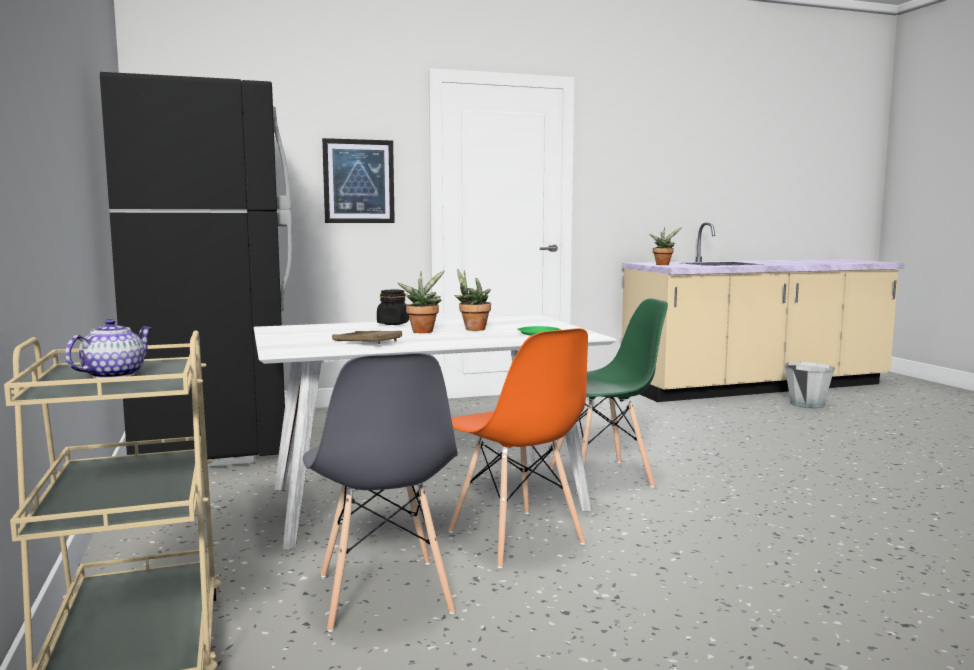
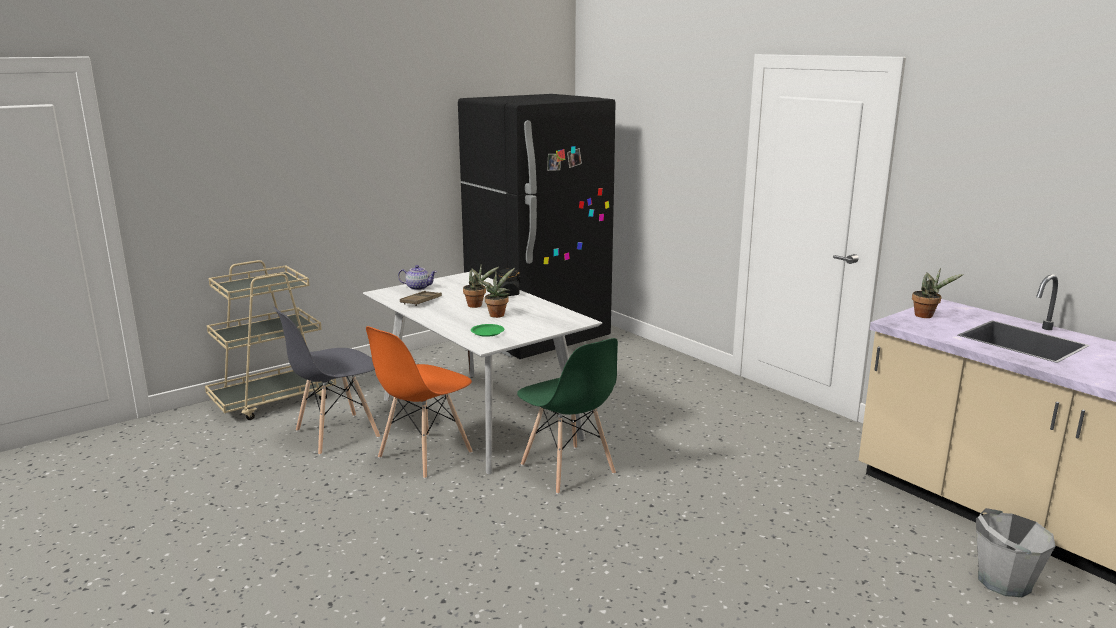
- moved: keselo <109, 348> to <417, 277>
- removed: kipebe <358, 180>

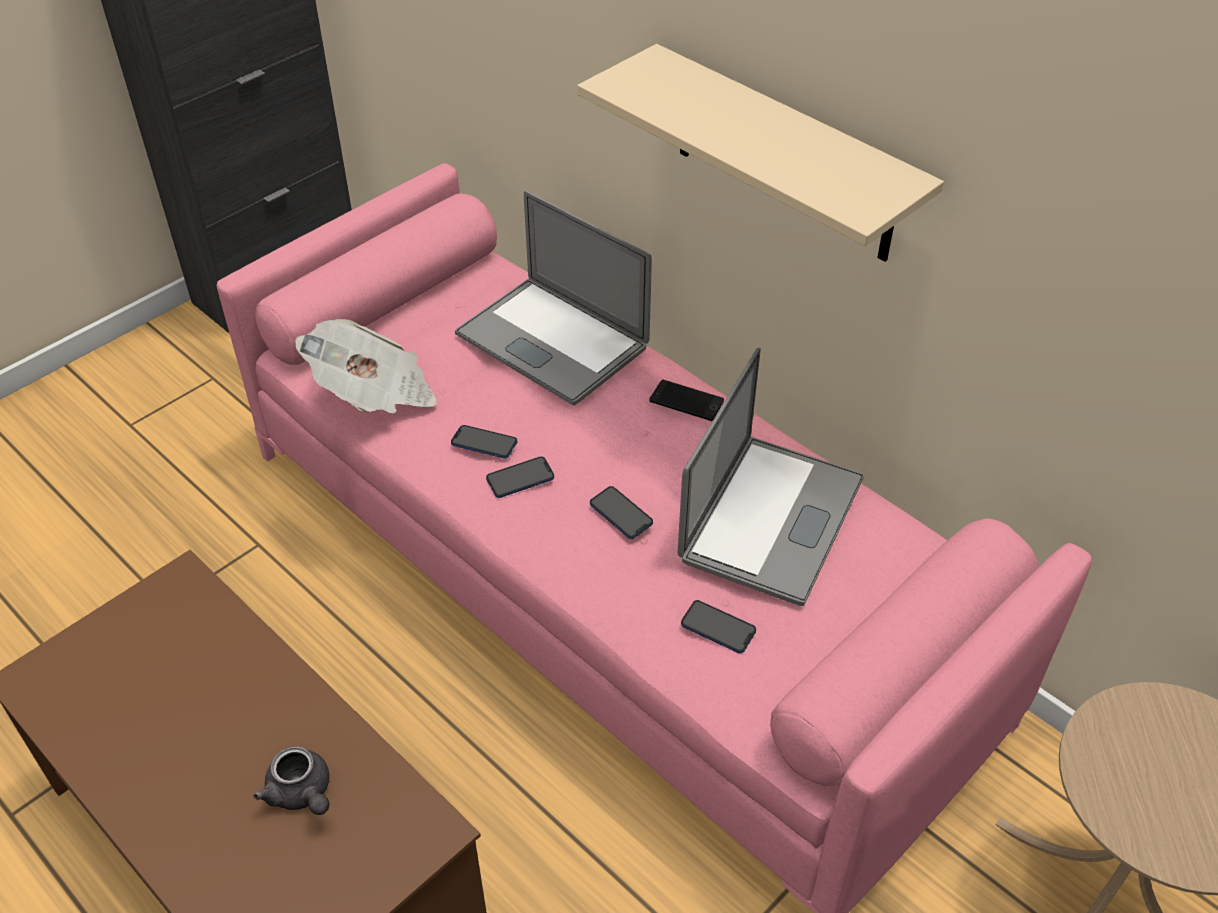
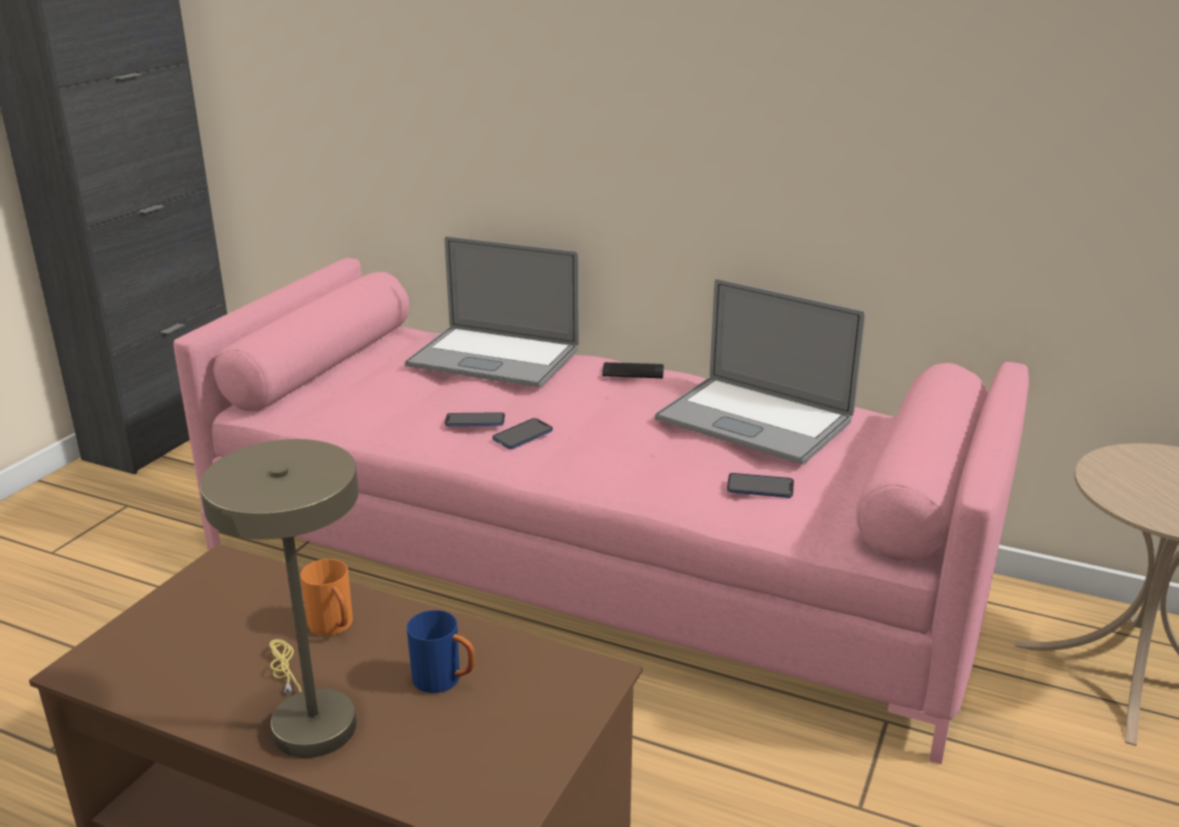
- replaced: keselo (grey) <292, 780> to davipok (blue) <441, 651>
- removed: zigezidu <366, 366>
- removed: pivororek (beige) <760, 153>
- removed: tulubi <621, 512>
- turned: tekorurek <771, 476> = <760, 371> 120 degrees clockwise
- added: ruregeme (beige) <279, 598>
- added: davipok (orange) <327, 597>

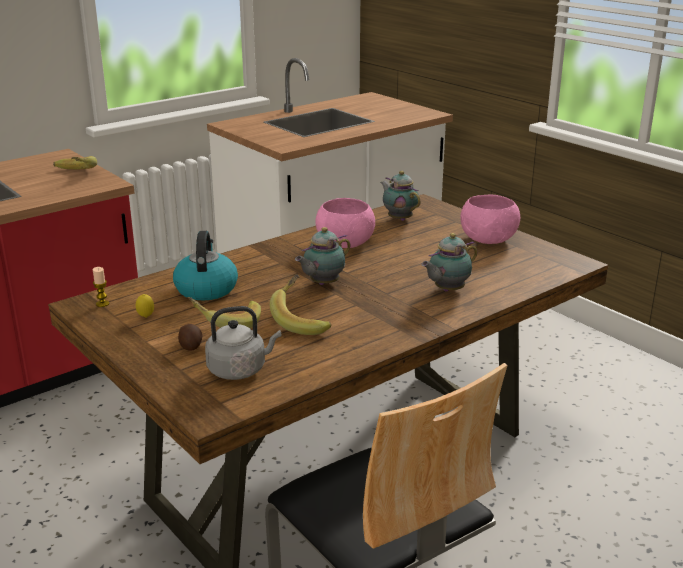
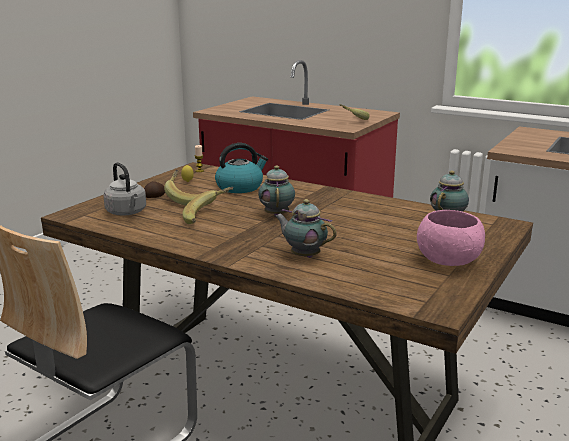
- turned: keselo <322, 256> = <276, 190> 60 degrees clockwise
- removed: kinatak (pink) <345, 223>

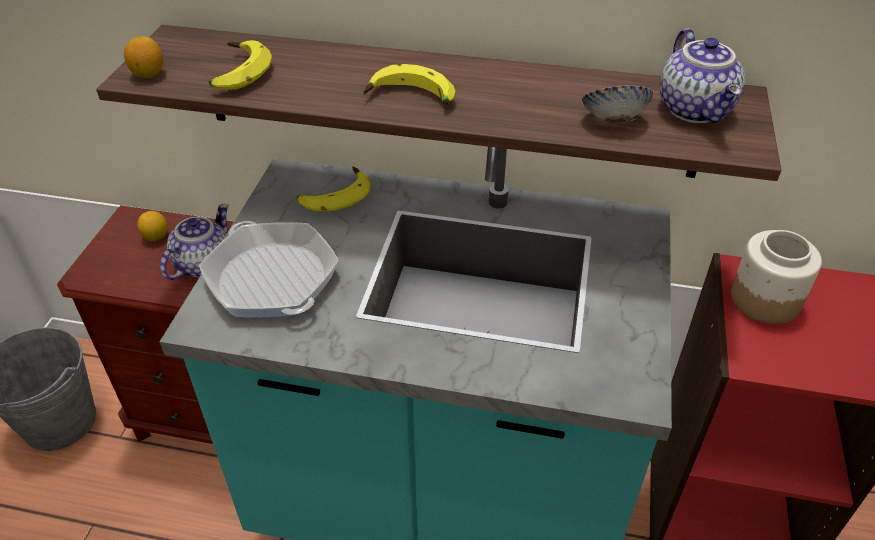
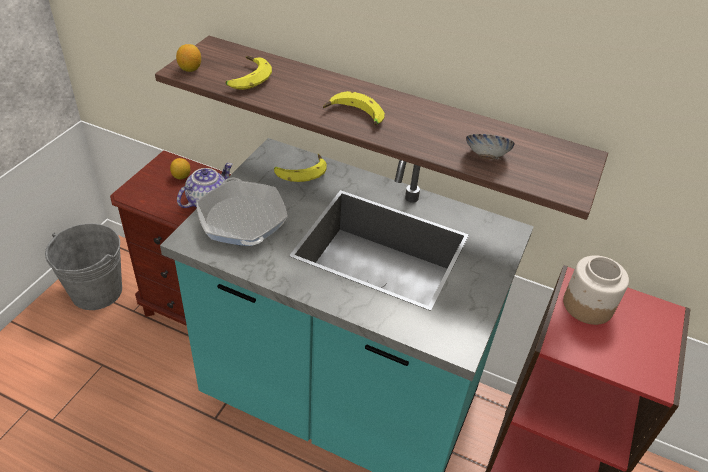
- removed: keselo <702, 75>

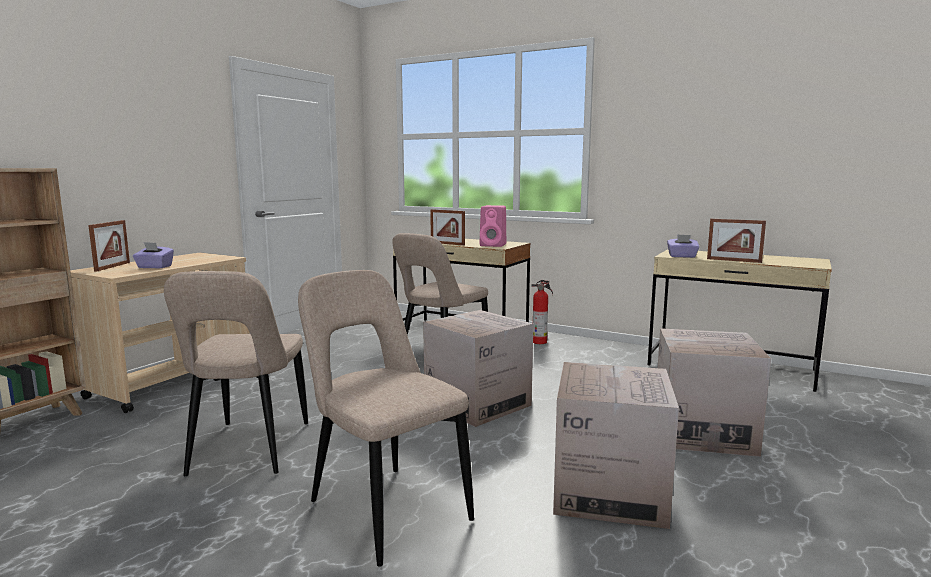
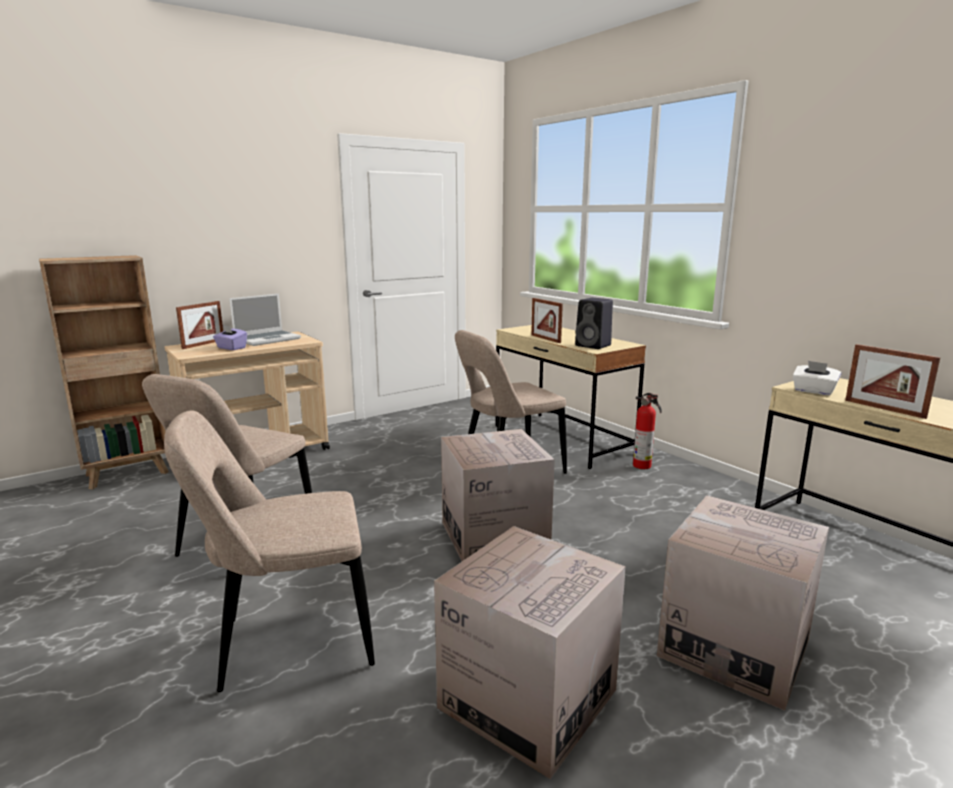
- turned: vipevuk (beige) <386, 418> = <269, 551> 90 degrees counterclockwise
- recoloured: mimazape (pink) <493, 226> to mimazape (black) <594, 323>
- recoloured: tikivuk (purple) <683, 246> to tikivuk (white) <817, 378>
- added: tekorurek <265, 320>

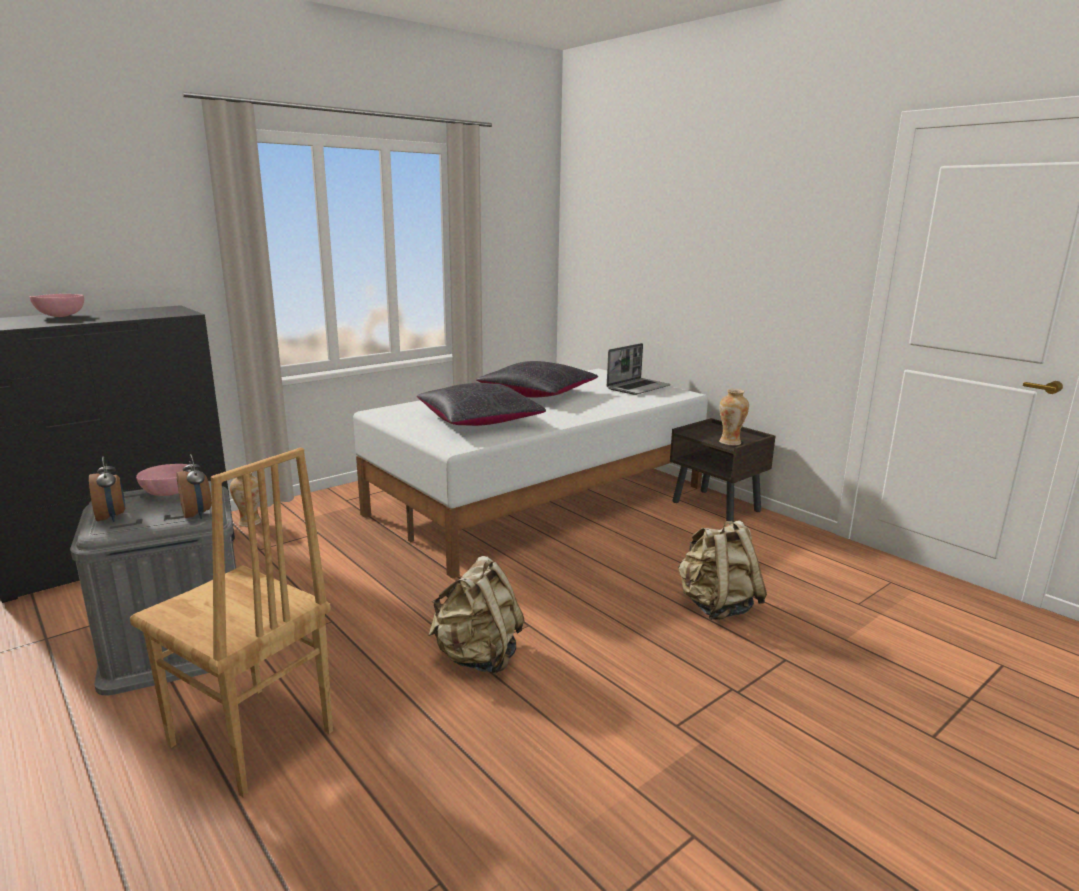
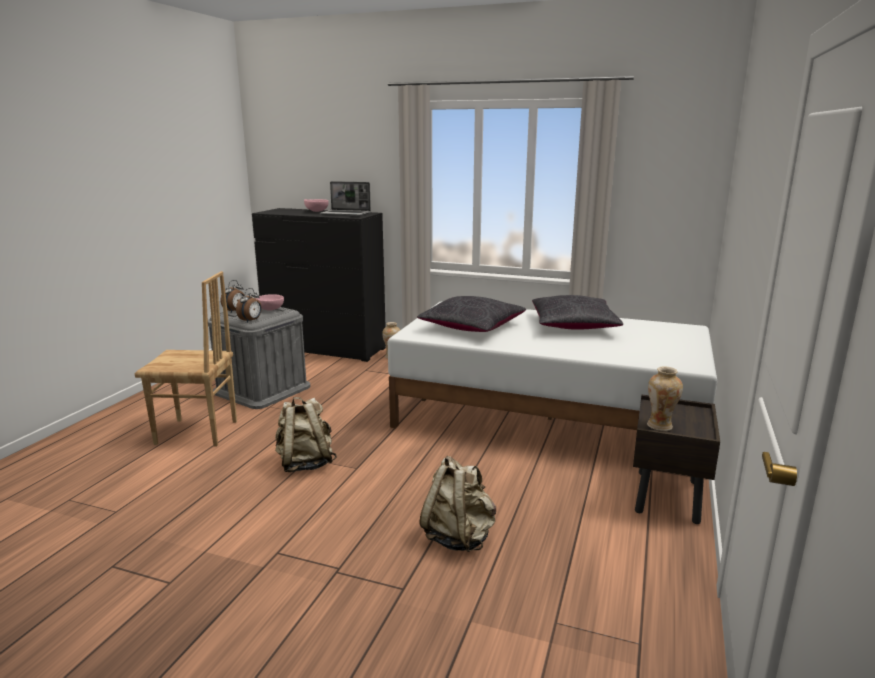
- turned: vipevuk (brown) <231, 623> = <186, 358> 90 degrees counterclockwise
- moved: tekorurek <638, 369> to <345, 198>

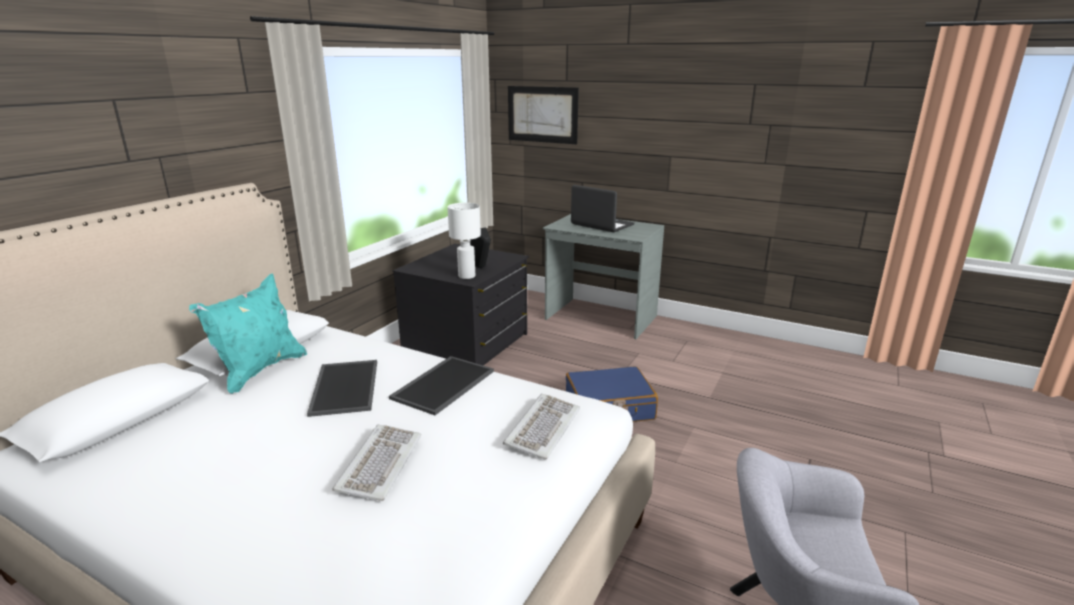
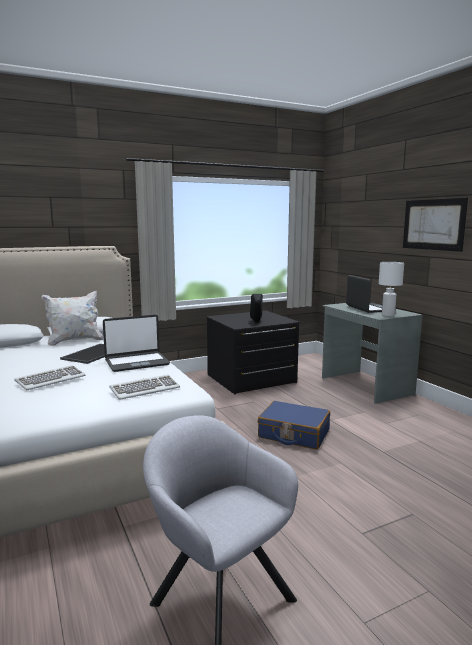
- recoloured: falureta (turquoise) <248, 334> to falureta (white) <72, 318>
- replaced: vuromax <441, 385> to tekorurek <136, 343>
- moved: ruregeme (white) <464, 241> to <391, 289>
- moved: kipebe <543, 115> to <435, 225>

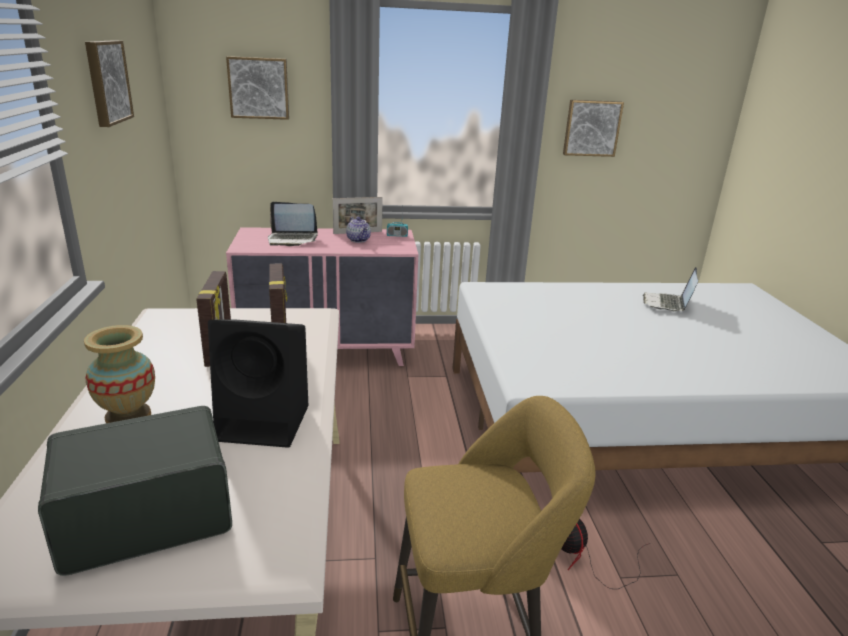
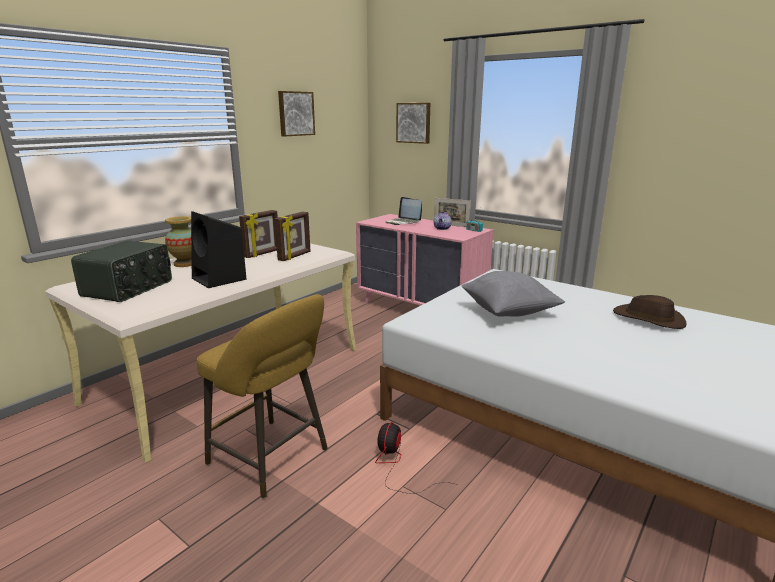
- turned: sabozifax <135, 491> = <121, 271> 90 degrees clockwise
- removed: kipebe <593, 128>
- replaced: tekorurek <670, 289> to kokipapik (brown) <649, 312>
- added: falureta (grey) <513, 294>

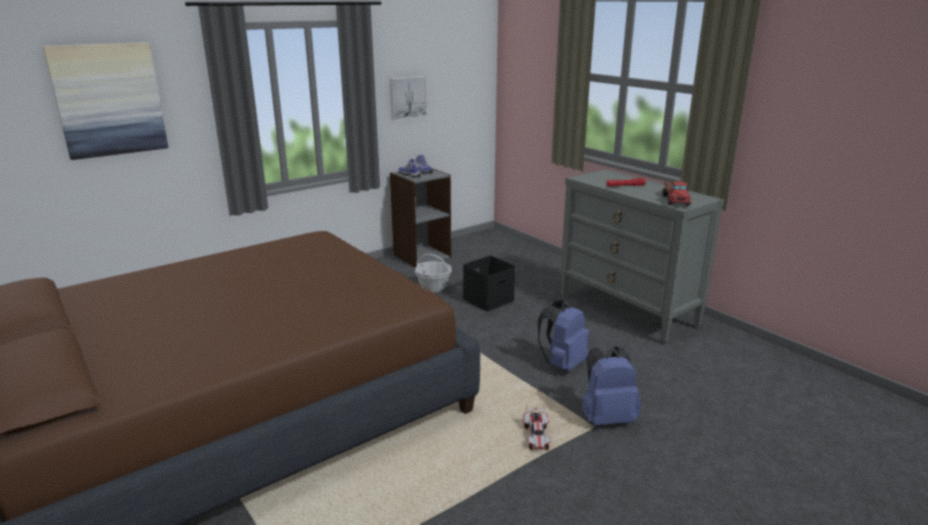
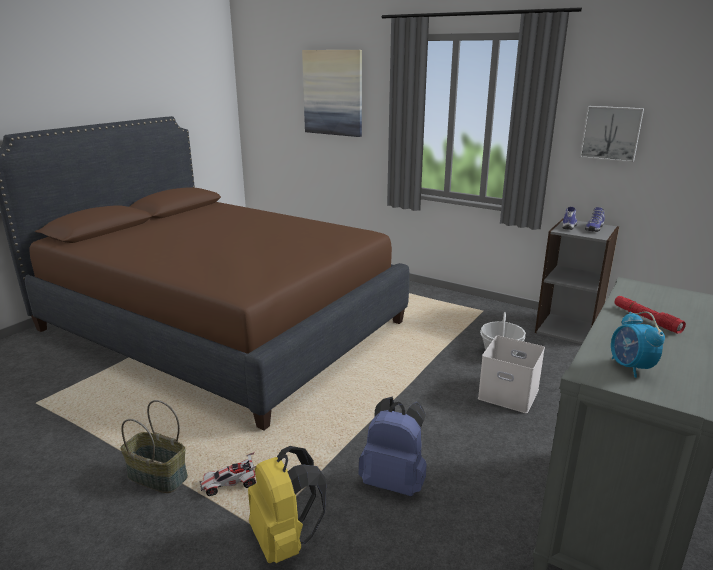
- recoloured: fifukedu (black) <489, 284> to fifukedu (white) <511, 374>
- recoloured: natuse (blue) <611, 386> to natuse (yellow) <287, 504>
- replaced: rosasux <676, 193> to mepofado <638, 344>
- added: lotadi <154, 446>

